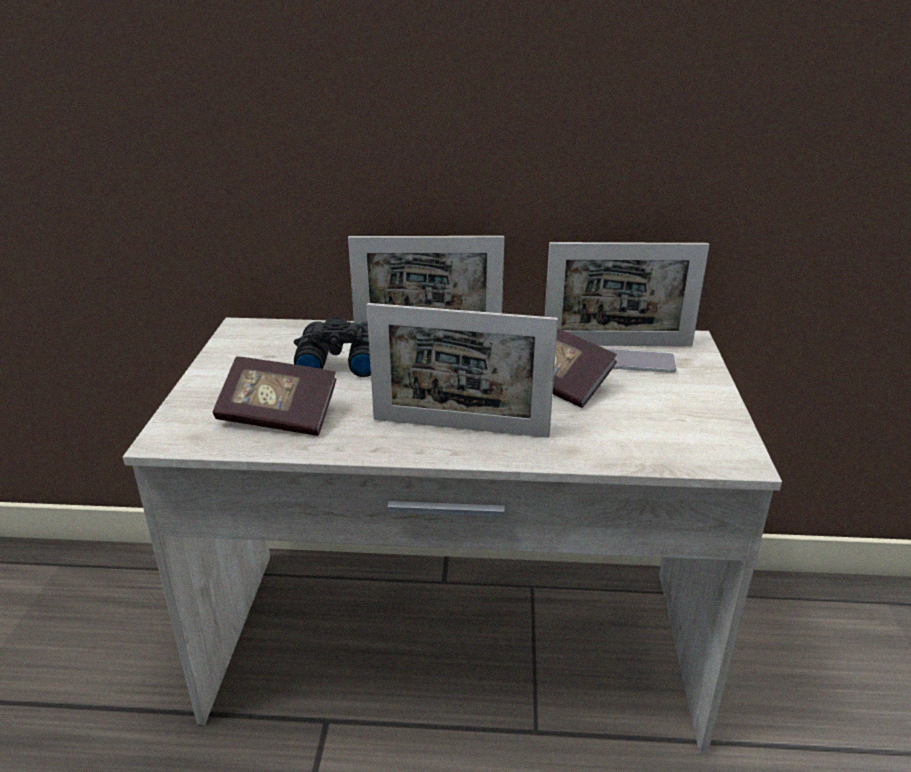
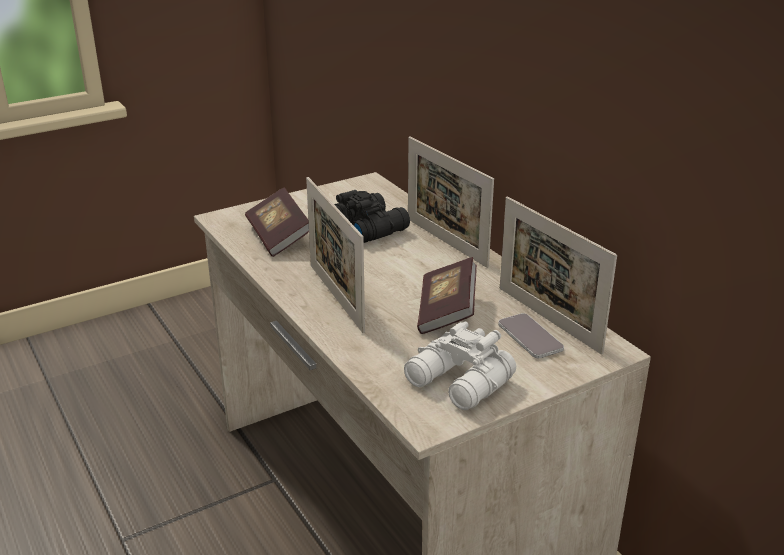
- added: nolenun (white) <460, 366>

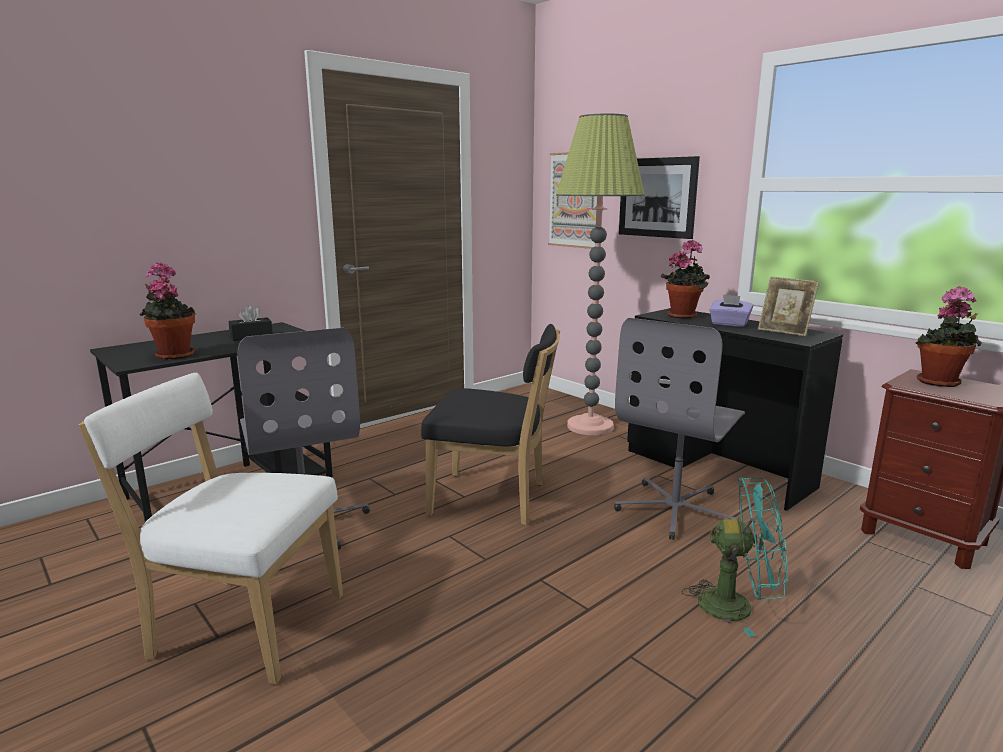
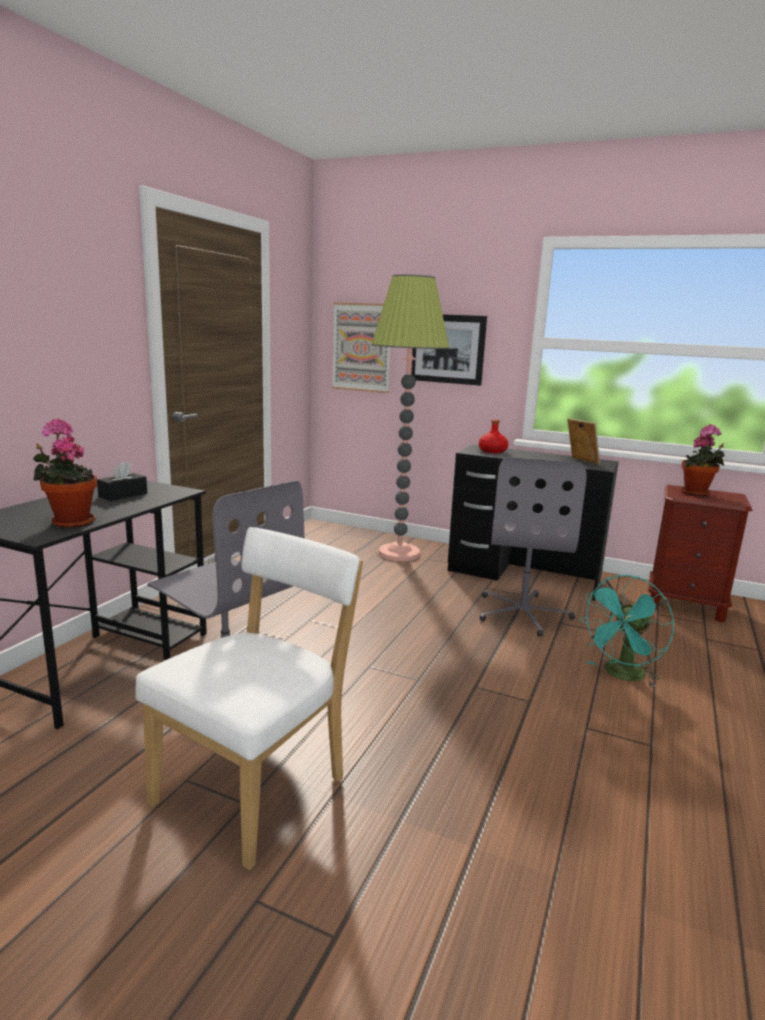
- turned: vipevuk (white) <211, 528> = <249, 698> 135 degrees clockwise
- removed: vipevuk (black) <490, 424>
- replaced: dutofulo <685, 279> to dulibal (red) <493, 436>
- turned: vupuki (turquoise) <735, 557> = <626, 631> 150 degrees clockwise
- removed: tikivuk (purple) <731, 310>
- turned: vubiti <788, 306> = <583, 441> 135 degrees counterclockwise

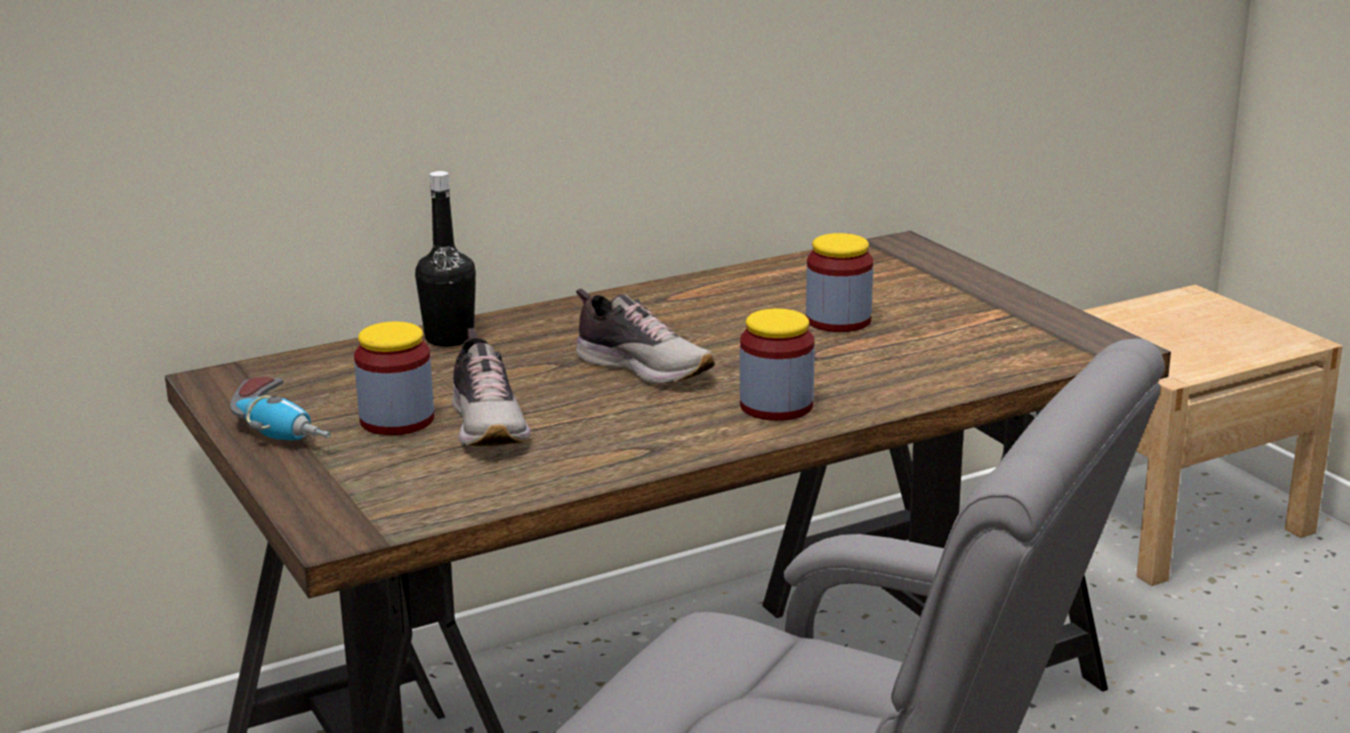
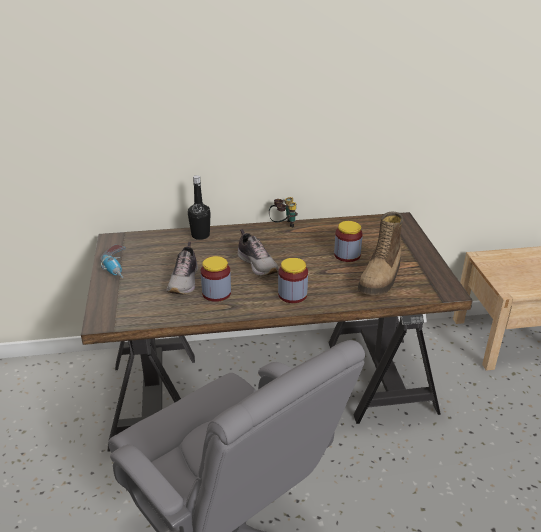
- moved: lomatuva <394, 378> to <216, 279>
- added: nolenun <283, 212>
- added: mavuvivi <380, 253>

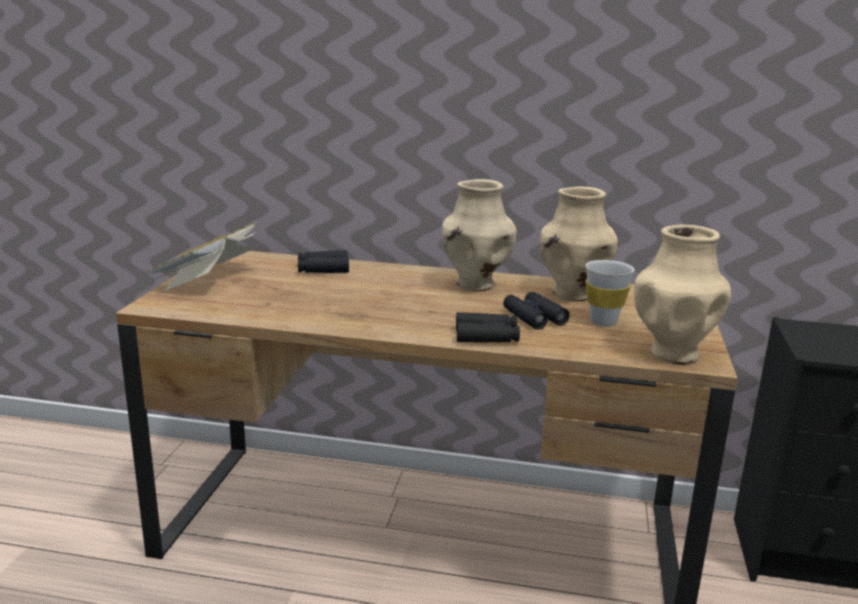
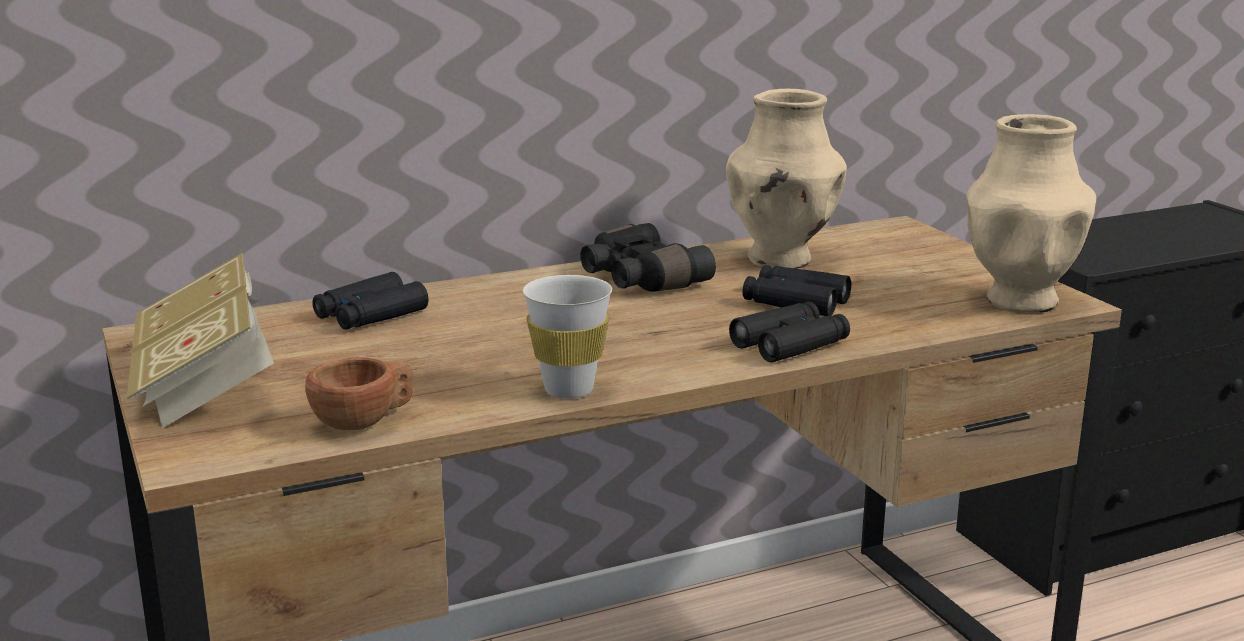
- replaced: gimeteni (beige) <479, 235> to nolenun (black) <648, 257>
- moved: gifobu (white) <610, 293> to <567, 337>
- added: gifobu (brown) <359, 393>

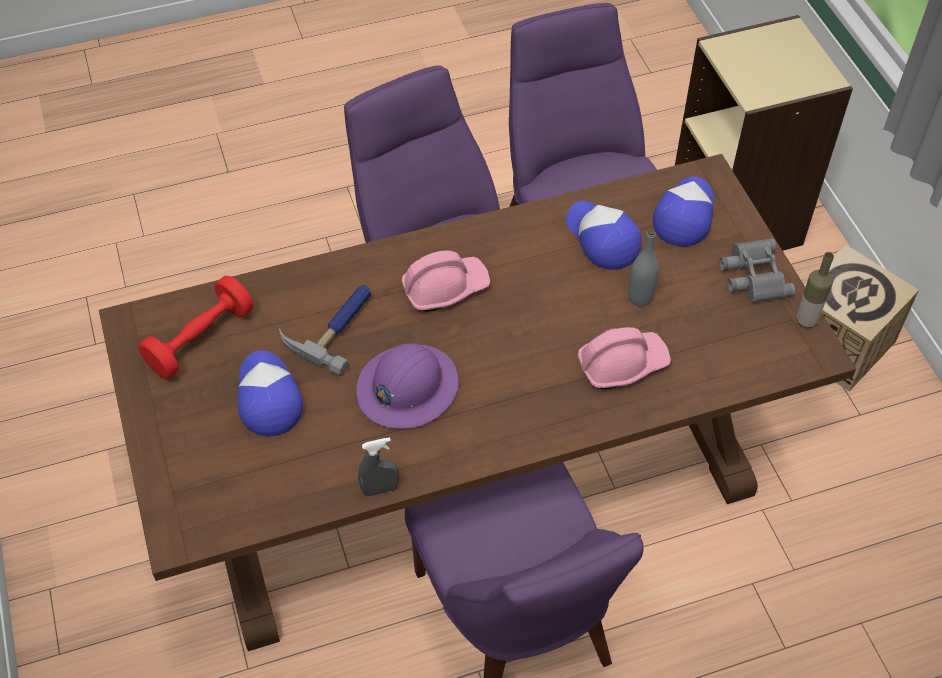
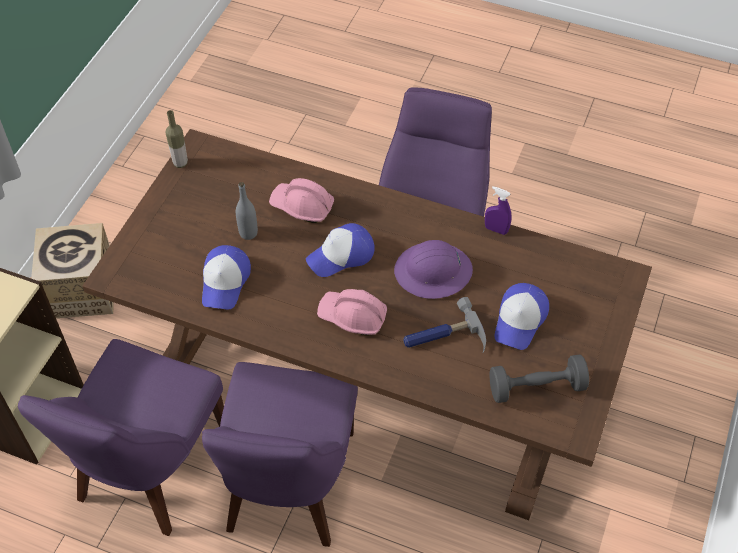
- recoloured: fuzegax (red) <196, 327> to fuzegax (grey) <539, 379>
- recoloured: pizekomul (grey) <378, 466> to pizekomul (purple) <498, 210>
- moved: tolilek <683, 211> to <340, 250>
- removed: nolenun (grey) <757, 271>

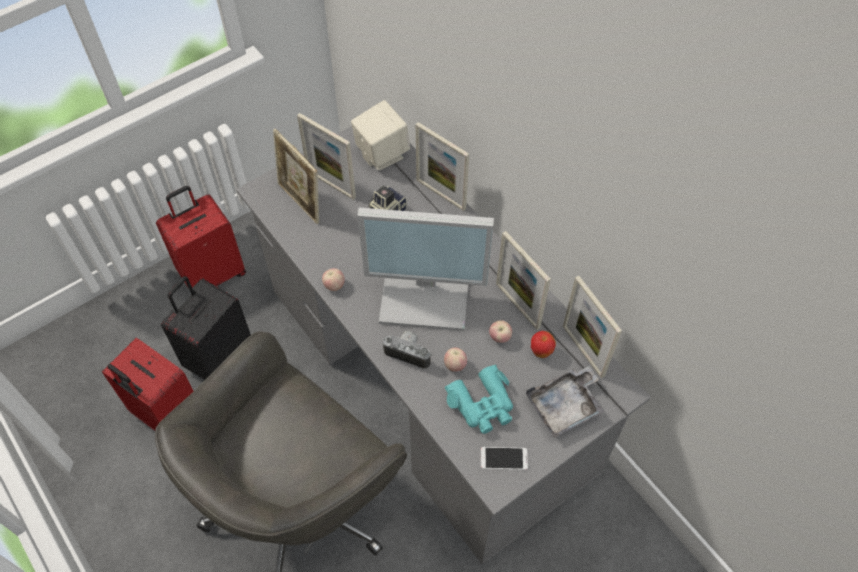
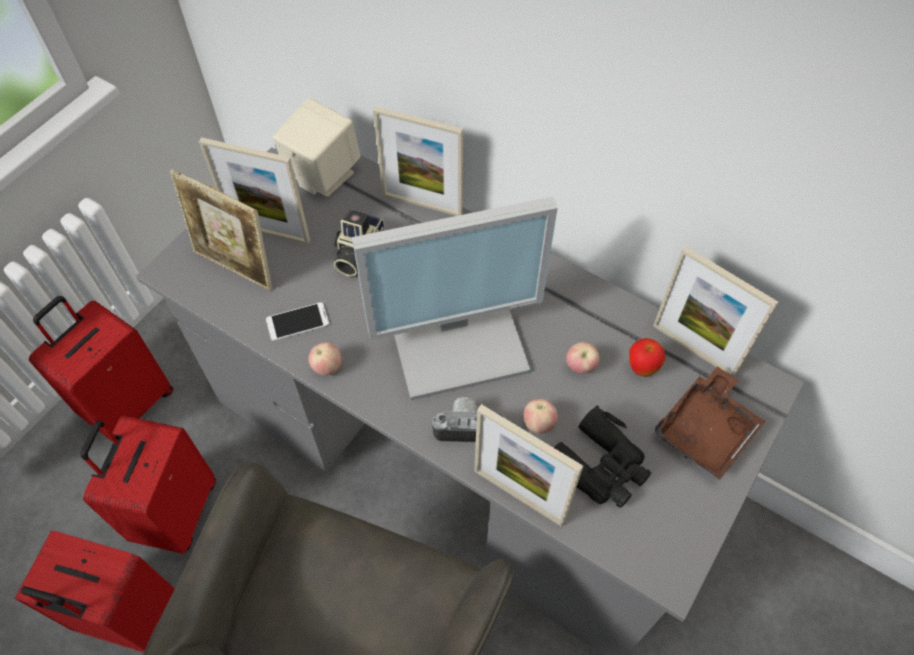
- recoloured: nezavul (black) <206, 328> to nezavul (red) <148, 485>
- recoloured: nolenun (turquoise) <479, 399> to nolenun (black) <602, 456>
- moved: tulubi <504, 458> to <297, 321>
- moved: vubiti <523, 280> to <528, 465>
- recoloured: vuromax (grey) <565, 402> to vuromax (brown) <710, 423>

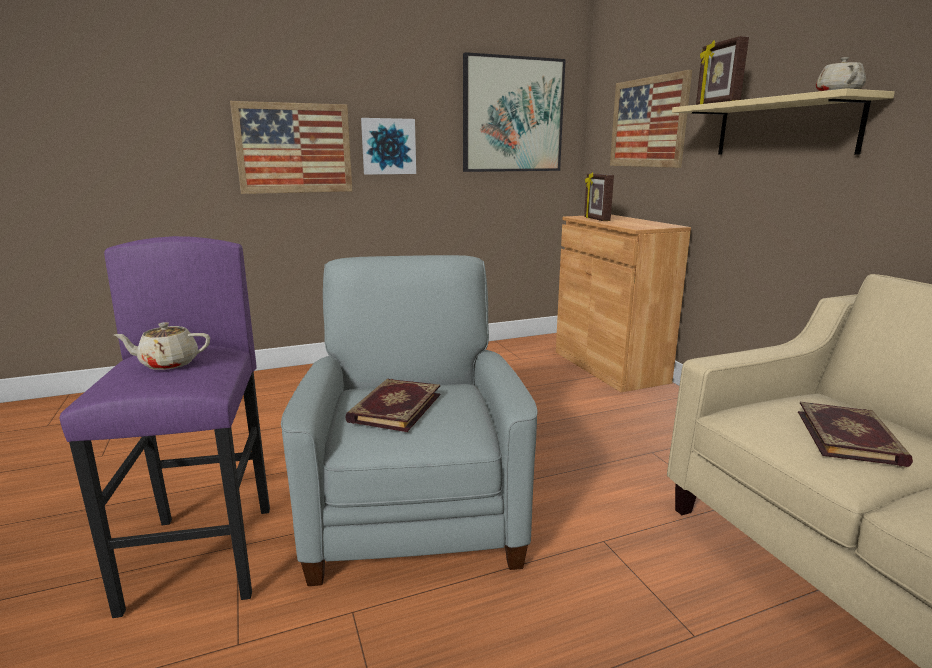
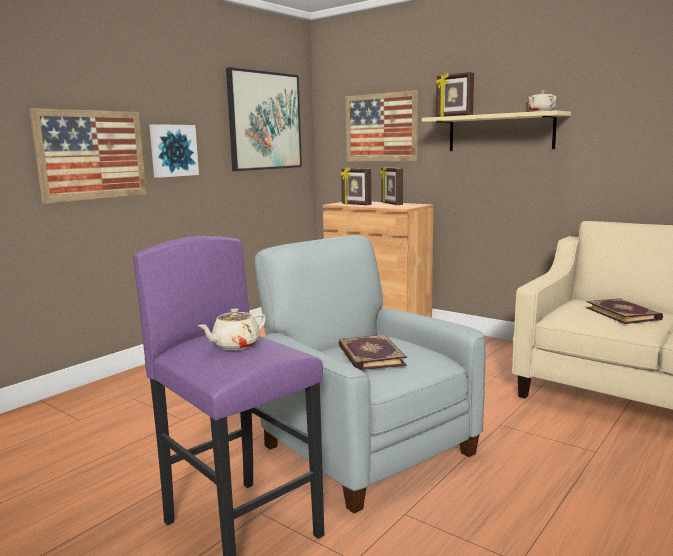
- added: vubiti <391, 185>

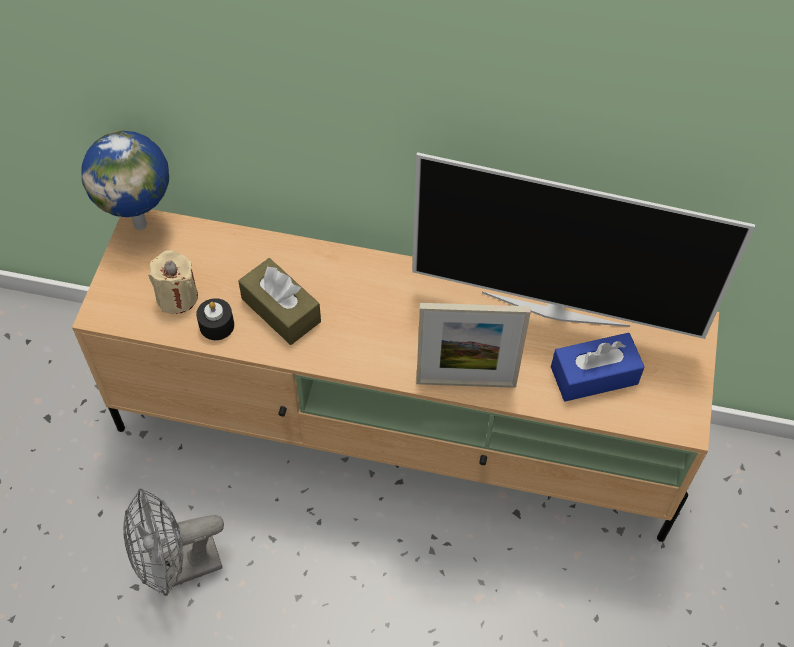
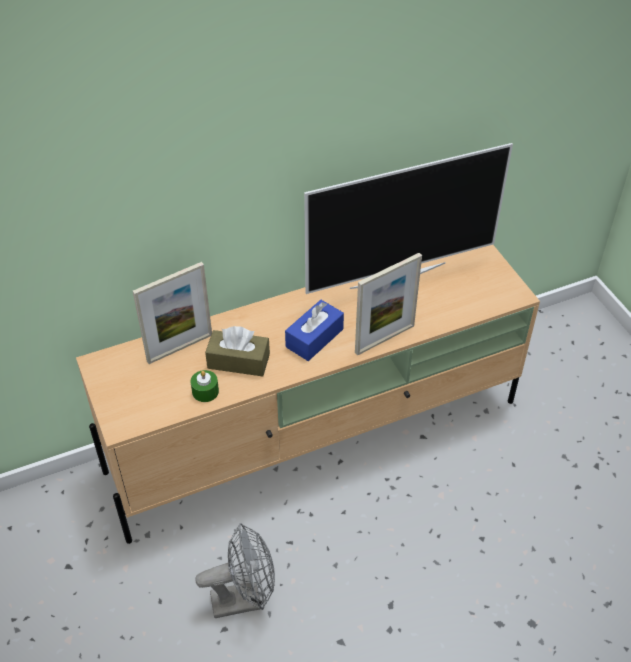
- removed: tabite <125, 180>
- turned: vupuki (grey) <173, 542> = <235, 570> 135 degrees counterclockwise
- removed: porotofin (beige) <173, 282>
- recoloured: porotofin (black) <215, 319> to porotofin (green) <205, 386>
- moved: tikivuk (blue) <598, 367> to <314, 330>
- added: vubiti <172, 313>

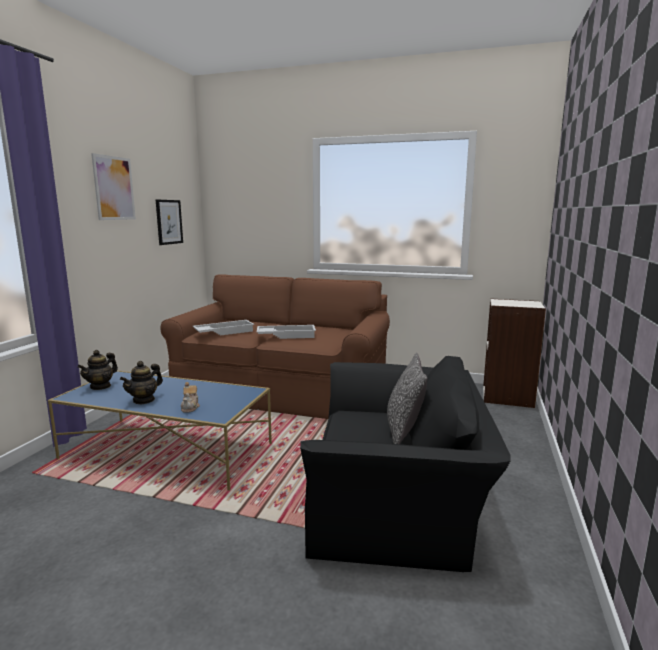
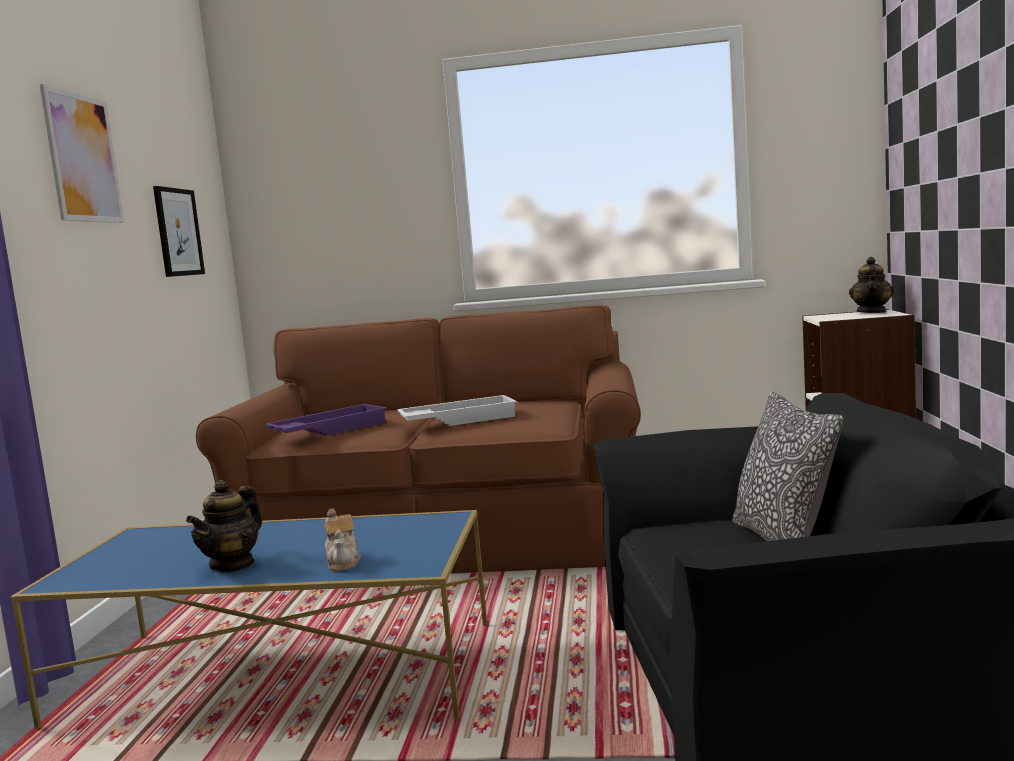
- moved: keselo <98, 370> to <871, 285>
- recoloured: vuromax (white) <223, 328> to vuromax (purple) <326, 420>

